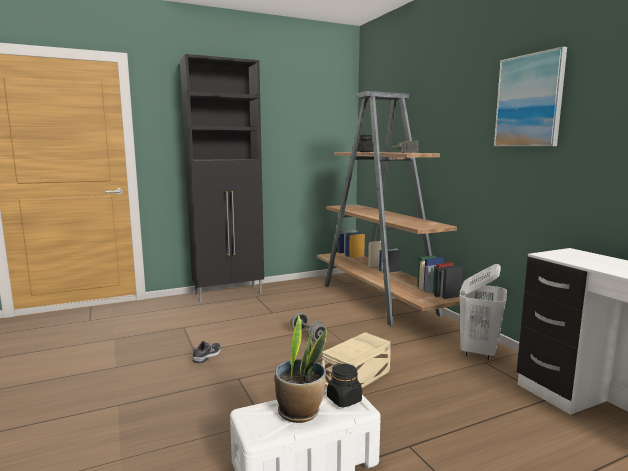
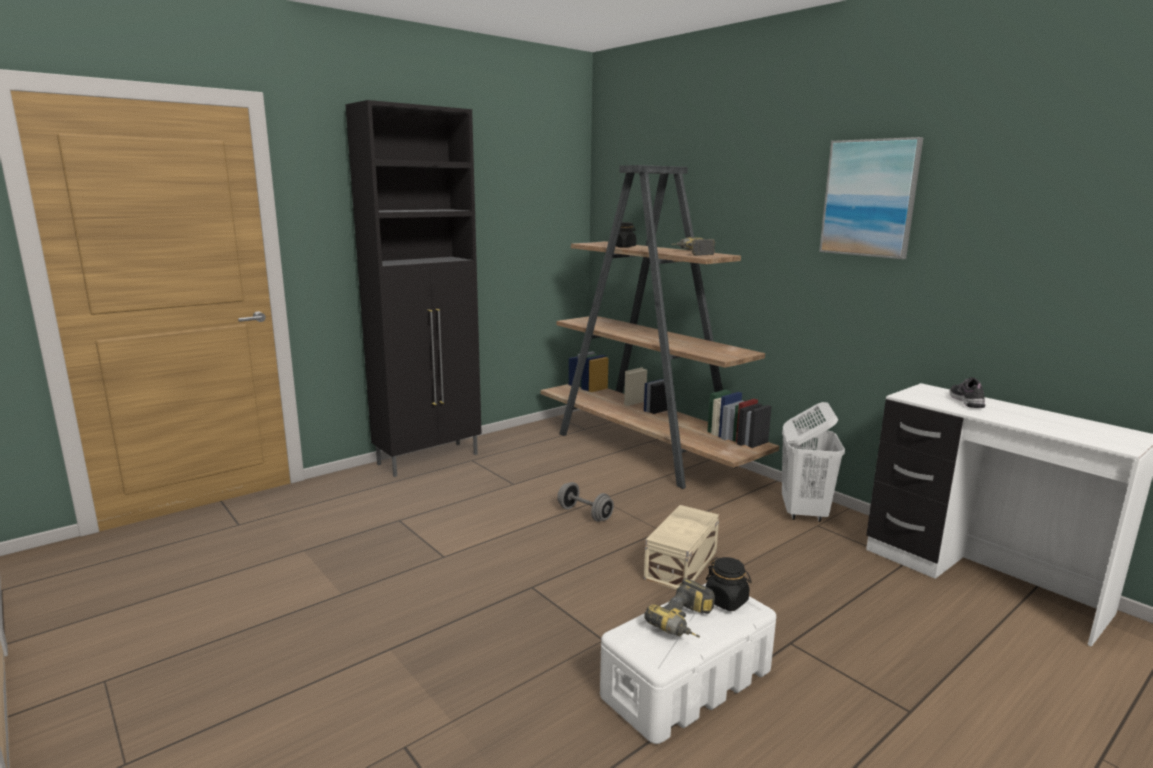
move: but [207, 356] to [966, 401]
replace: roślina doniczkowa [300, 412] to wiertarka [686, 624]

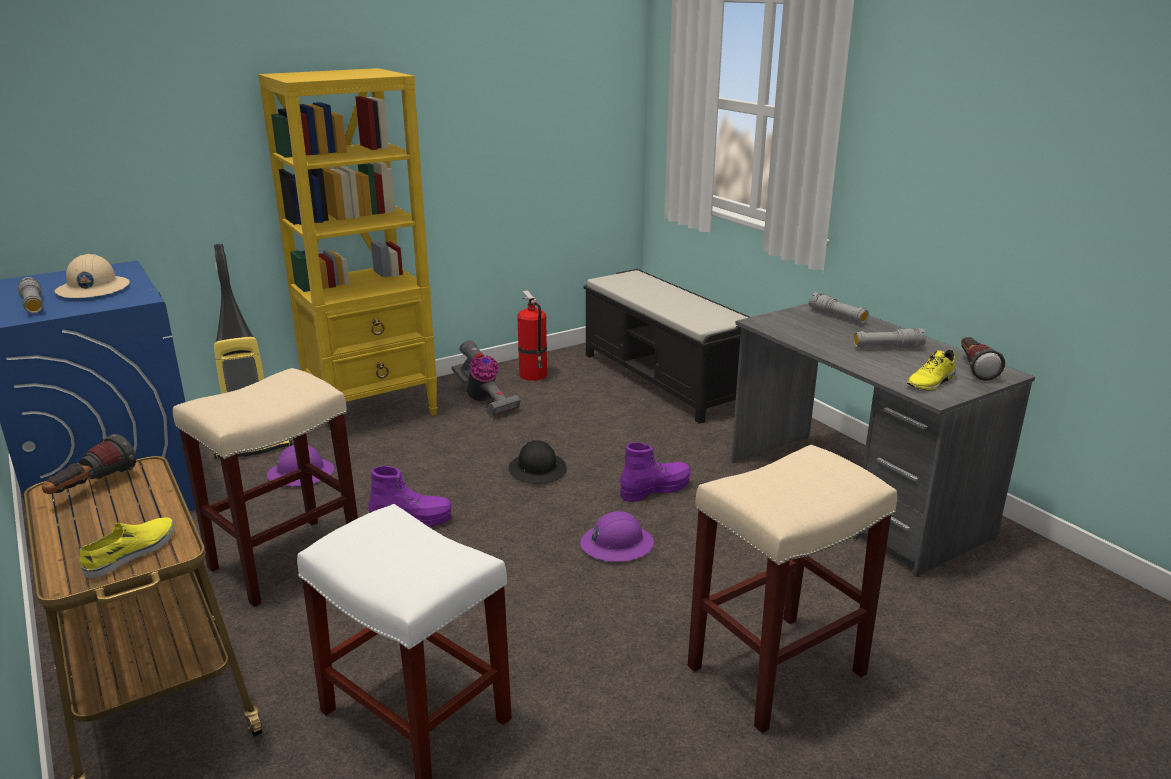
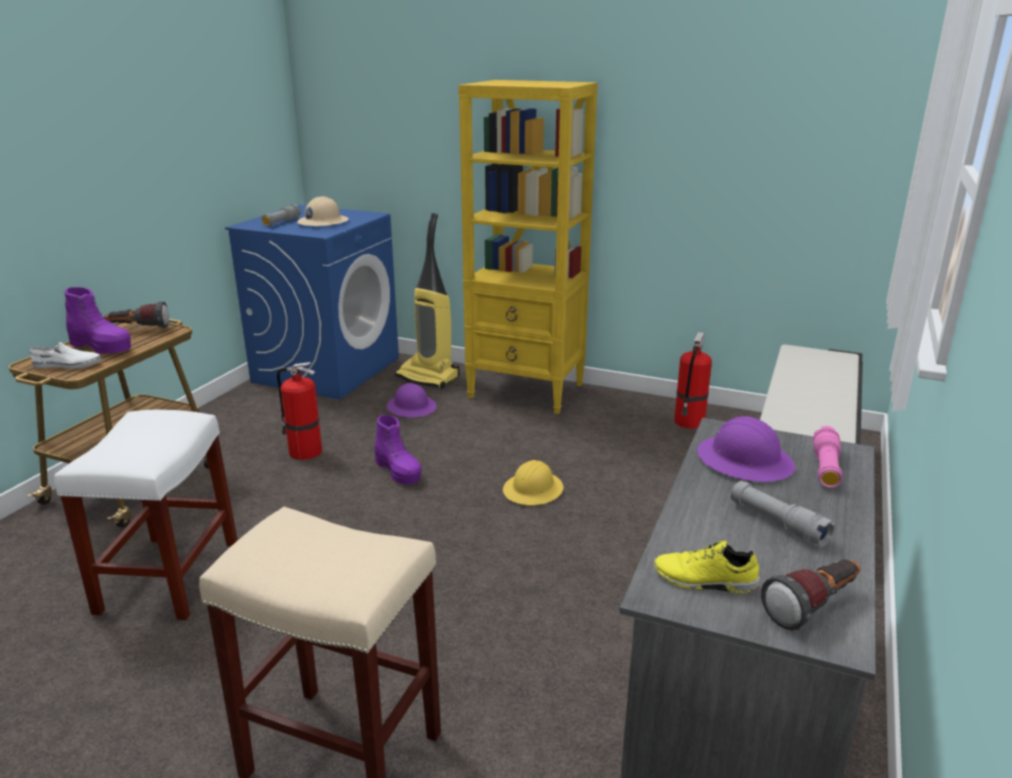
delete: odkurzacz [484, 400]
move: but z cholewką (fioletowy) [655, 489] to [102, 346]; kask (fioletowy) [616, 544] to [744, 461]
replace: stołek (beżowy) [284, 561] to gaśnica [303, 451]
recolor: but (żółty) [132, 552] to but (biały) [67, 364]; kask (czarny) [538, 470] to kask (żółty) [533, 490]; latarka (szary) [837, 316] to latarka (różowy) [826, 467]

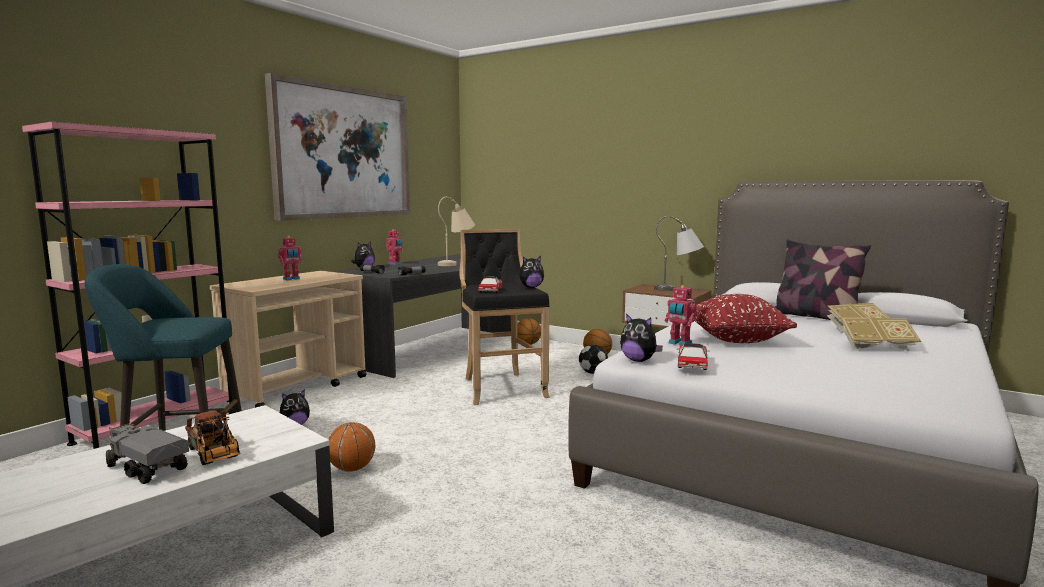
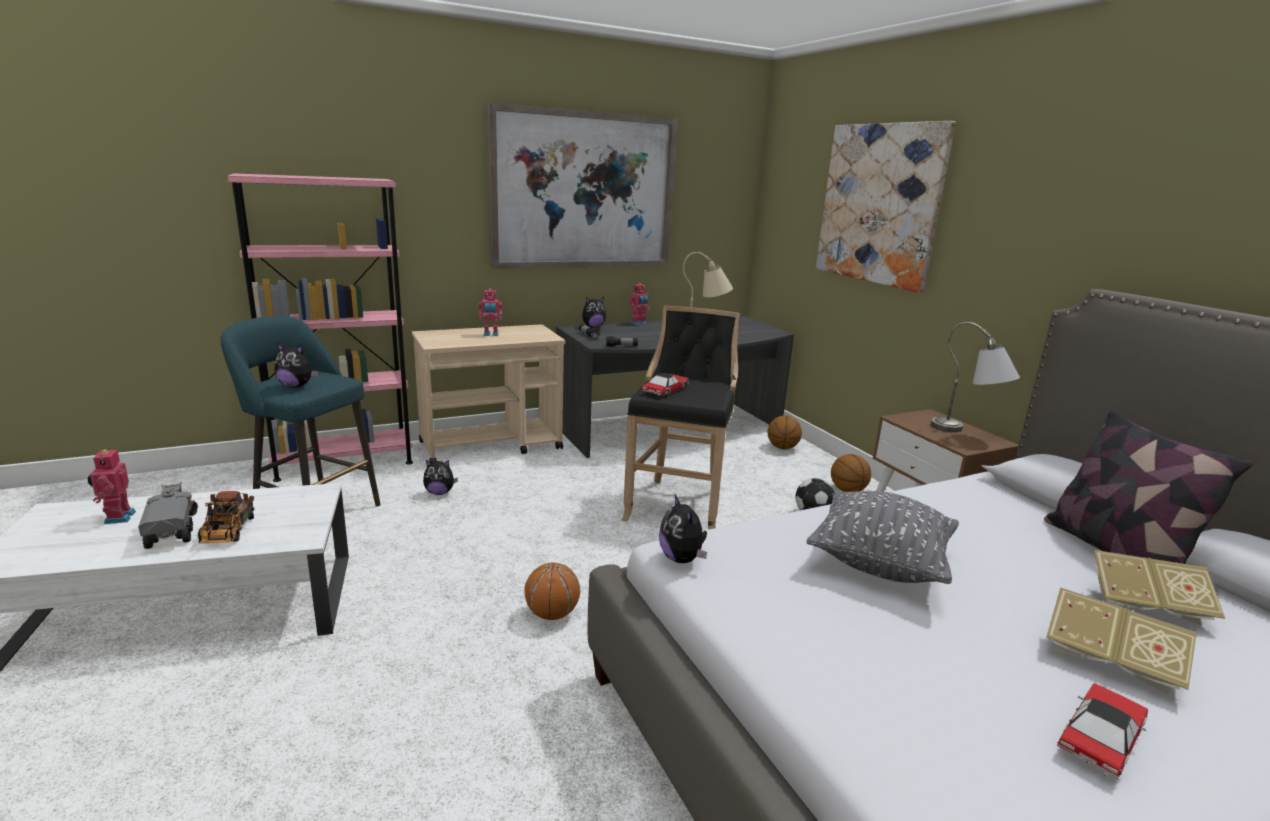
insert: obraz [879, 204]
move: robot zabawkowy [679, 343] to [117, 517]; pluszak [531, 287] to [296, 386]; piłka do koszykówki [352, 469] to [552, 614]; samochodzik [692, 363] to [1100, 738]
recolor: poduszka (czerwony) [735, 340] to poduszka (szary) [879, 563]

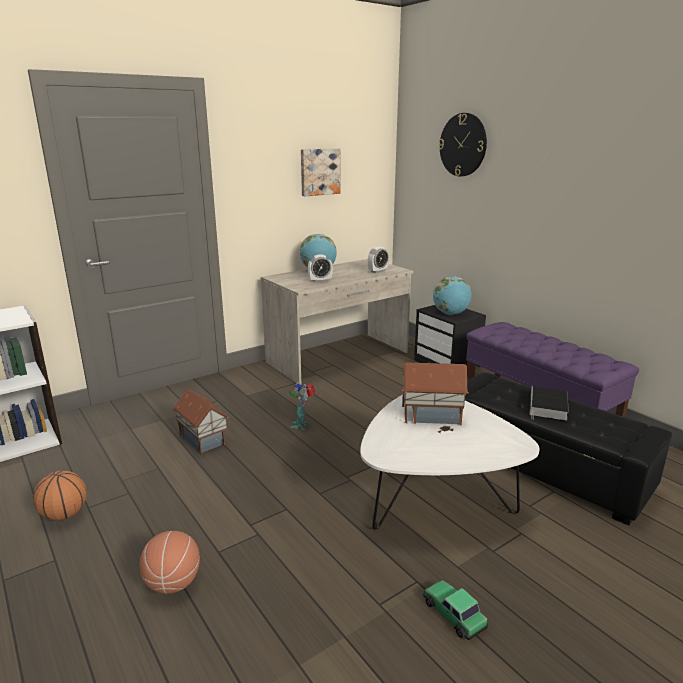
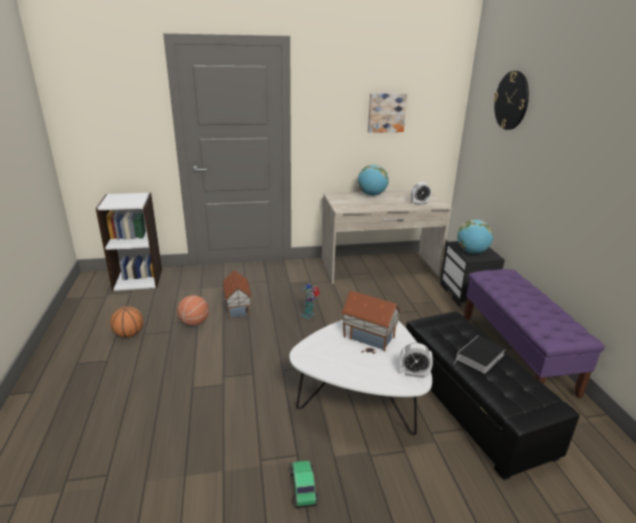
move: piłka do koszykówki [173, 583] to [194, 322]; budzik [320, 281] to [414, 373]

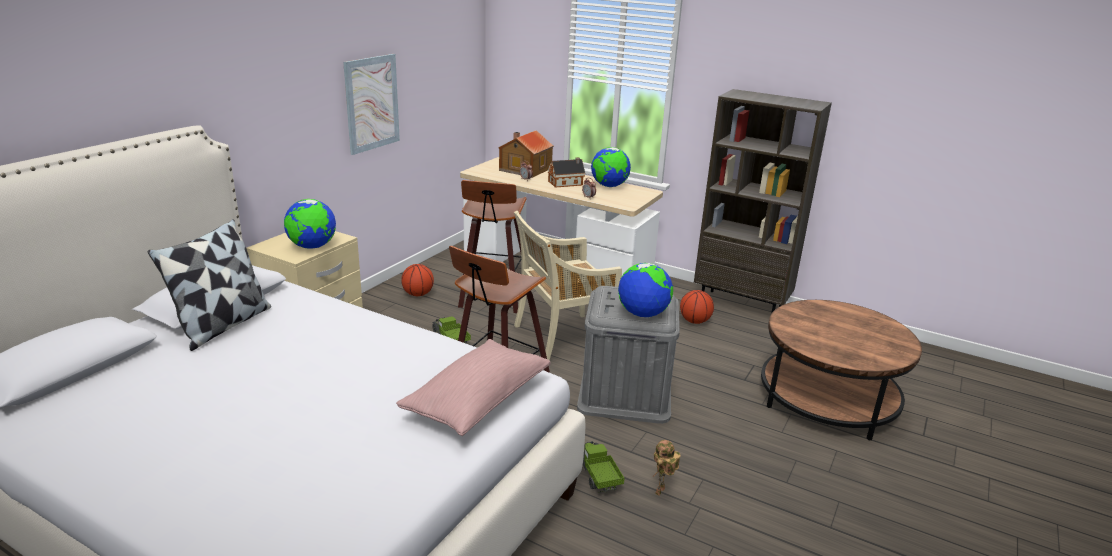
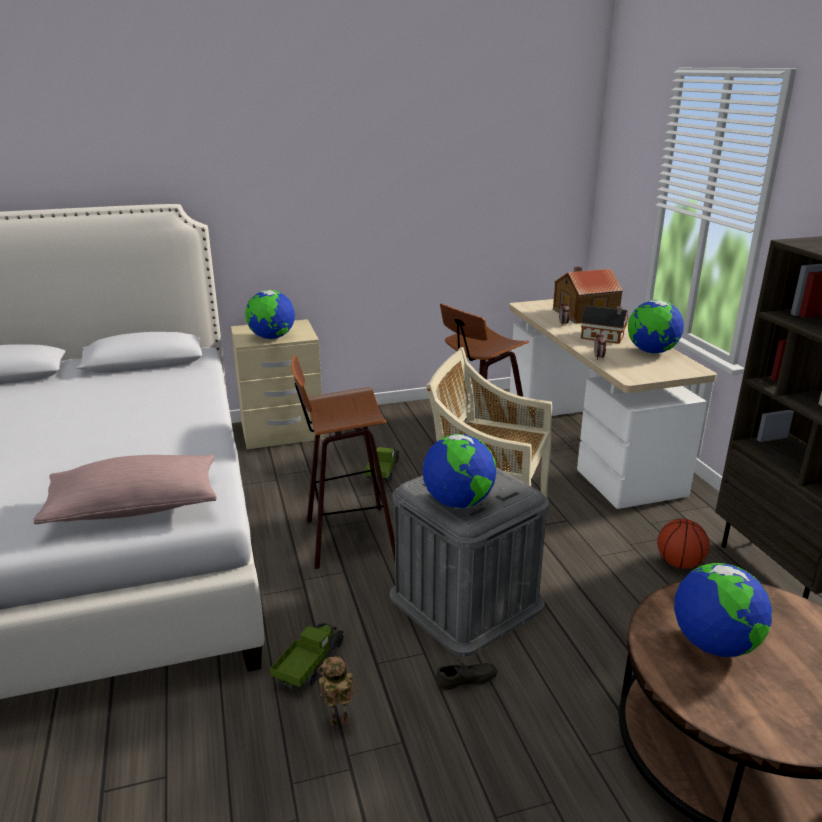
delete: poduszka [223, 325]; obraz [372, 103]; piłka do koszykówki [418, 294]
insert: but (szary) [467, 682]; globus [714, 644]

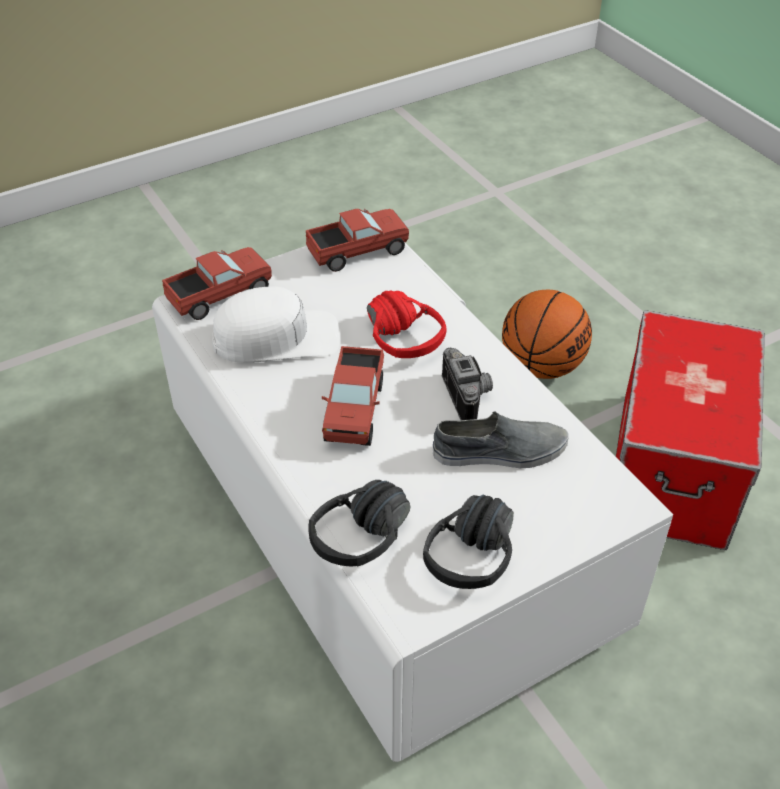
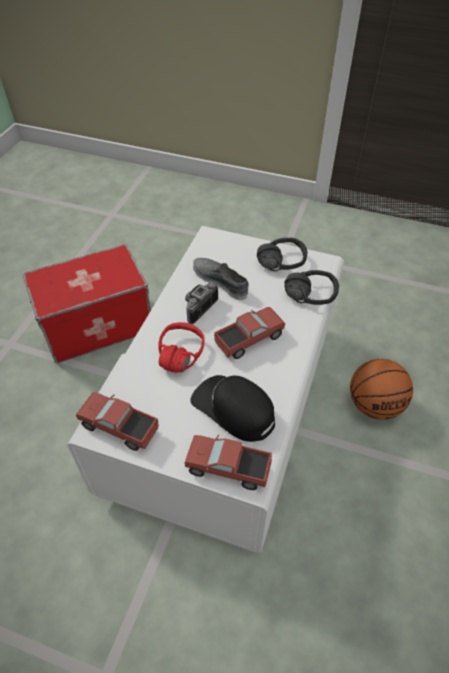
move: piłka do koszykówki [541, 366] to [374, 405]
recolor: czapka z daszkiem (biały) [276, 338] to czapka z daszkiem (czarny) [233, 409]

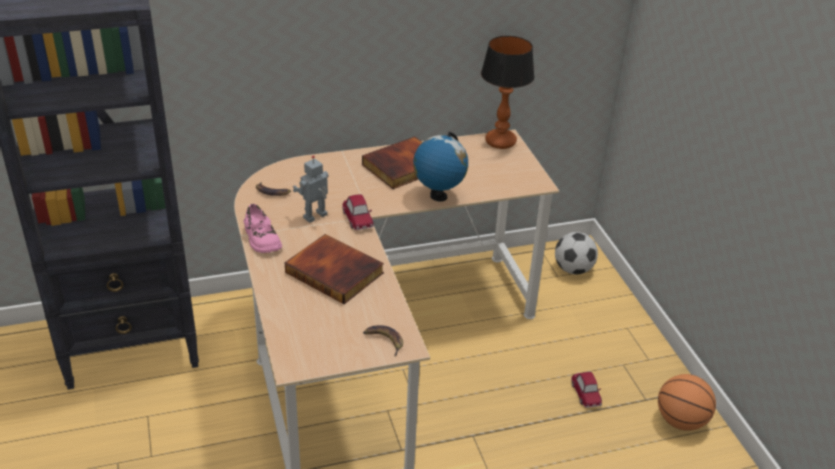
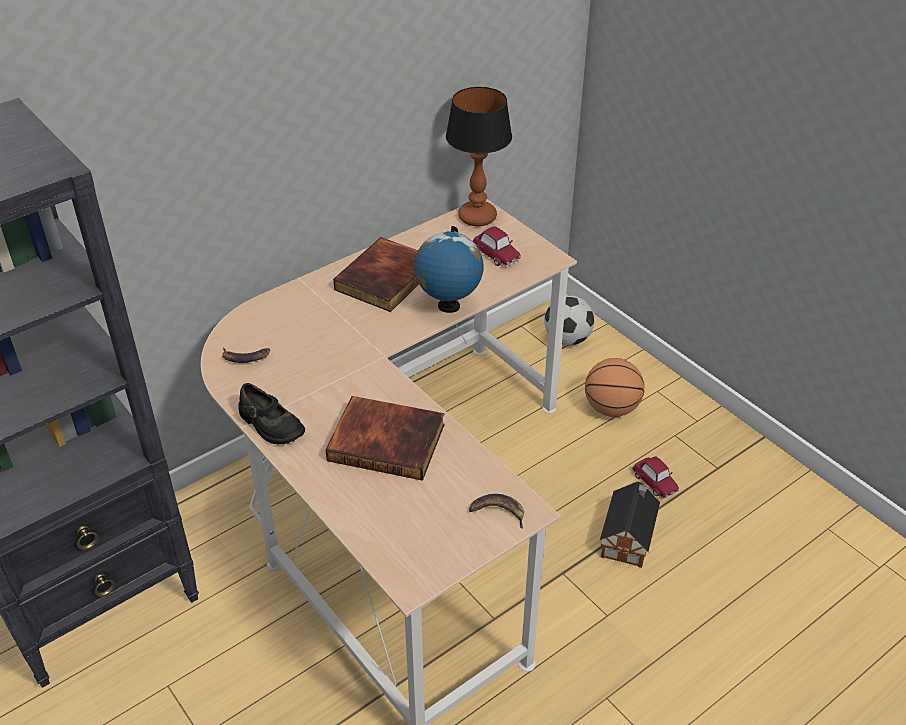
delete: robot zabawkowy [316, 217]
insert: domek [628, 536]
move: samochodzik [358, 219] to [496, 254]; piłka do koszykówki [681, 421] to [611, 408]
recolor: but (różowy) [261, 239] to but (czarny) [270, 425]

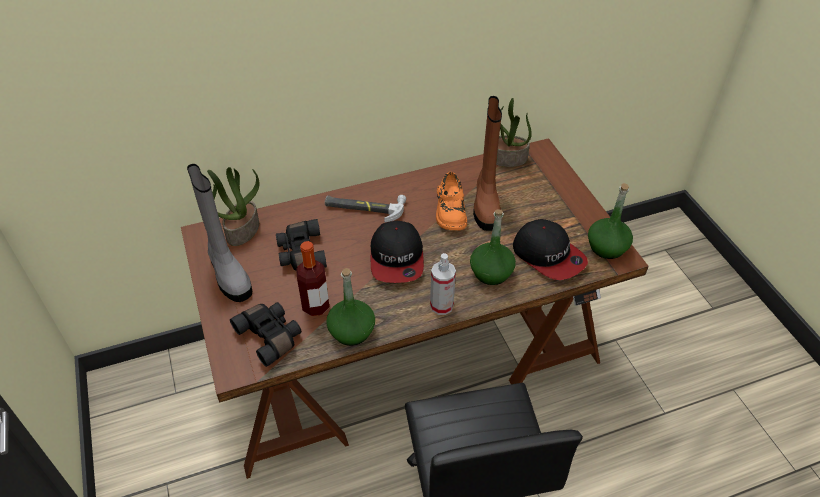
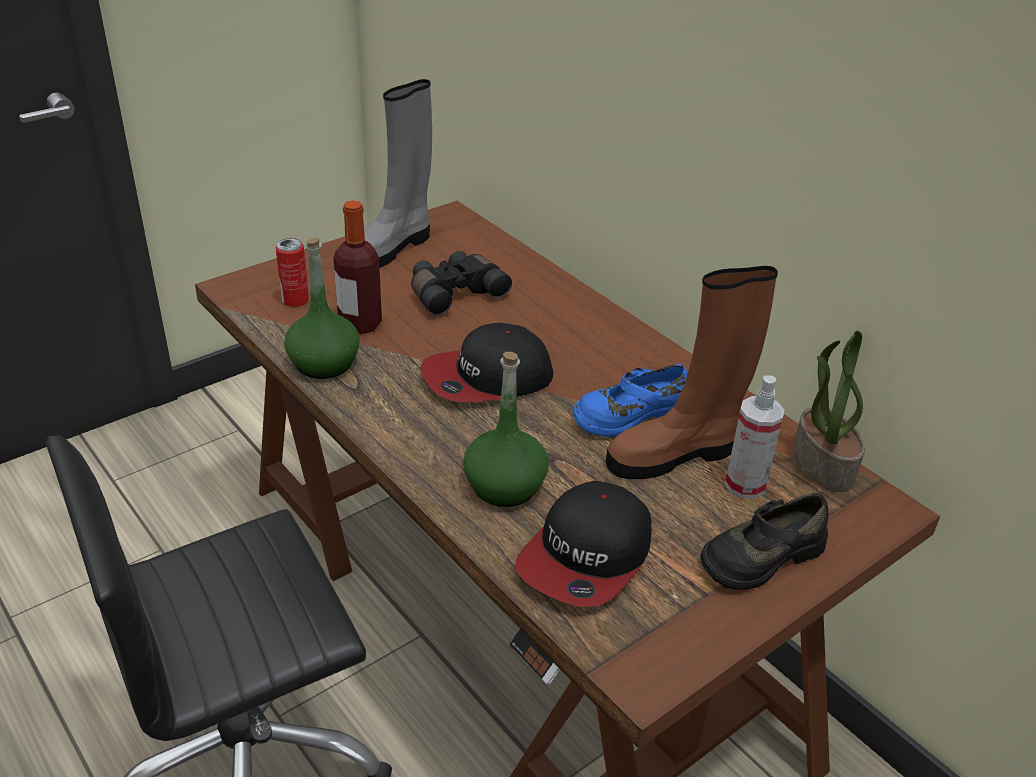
delete: roślina doniczkowa [242, 230]; młotek [364, 207]; butelka (zielony) [607, 247]
insert: but (czarny) [761, 556]
move: spryskiwacz [441, 306] to [745, 484]
replace: lornetka (czarny) [271, 336] to puszka [295, 301]
recolor: but (pomarańczowy) [450, 211] to but (niebieski) [629, 415]

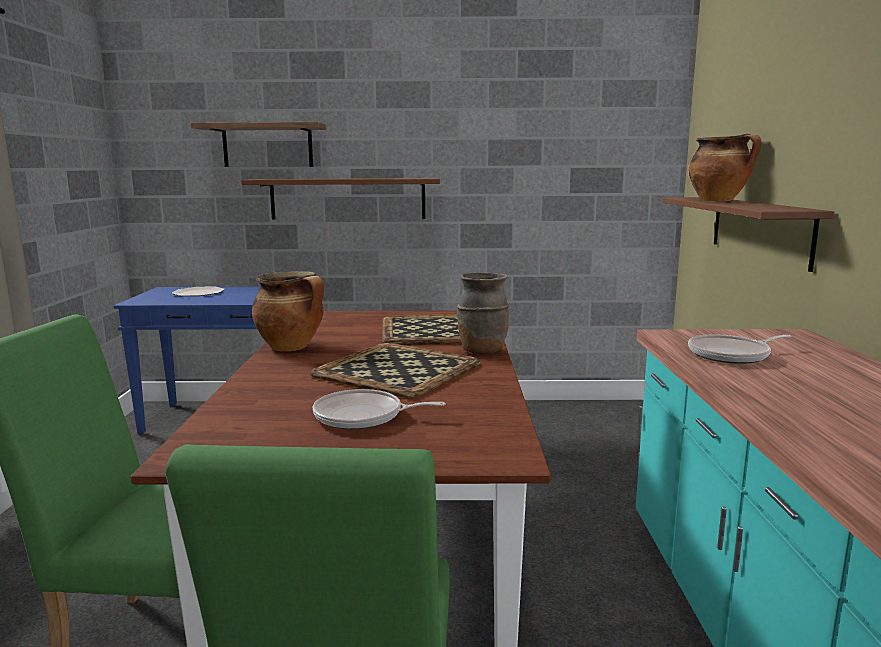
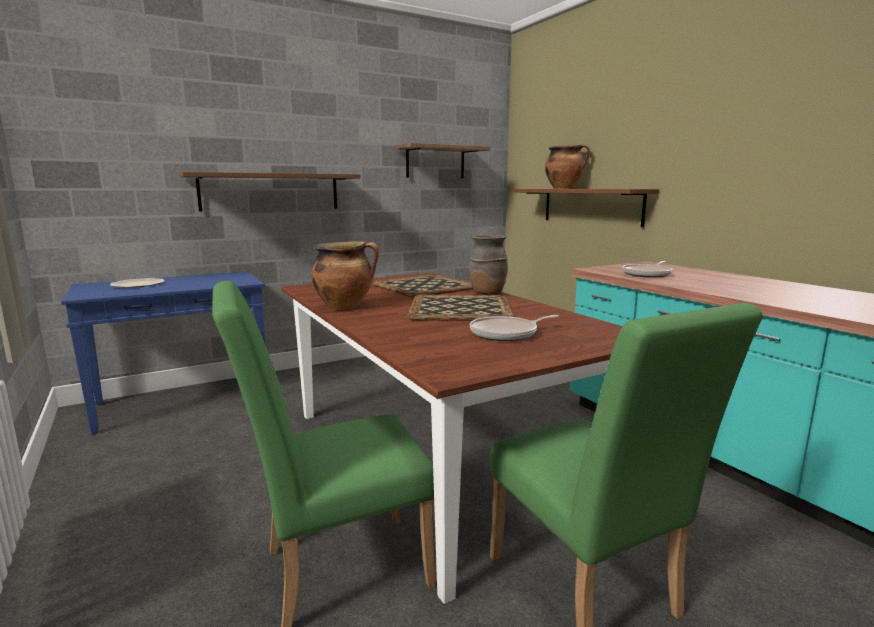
move: półka [267, 146] to [435, 162]

